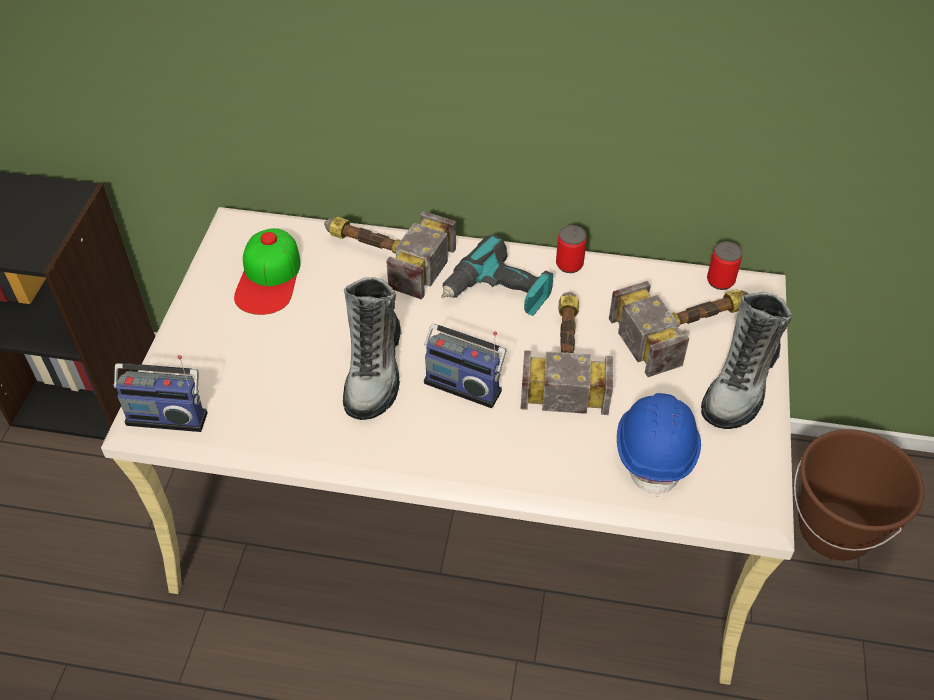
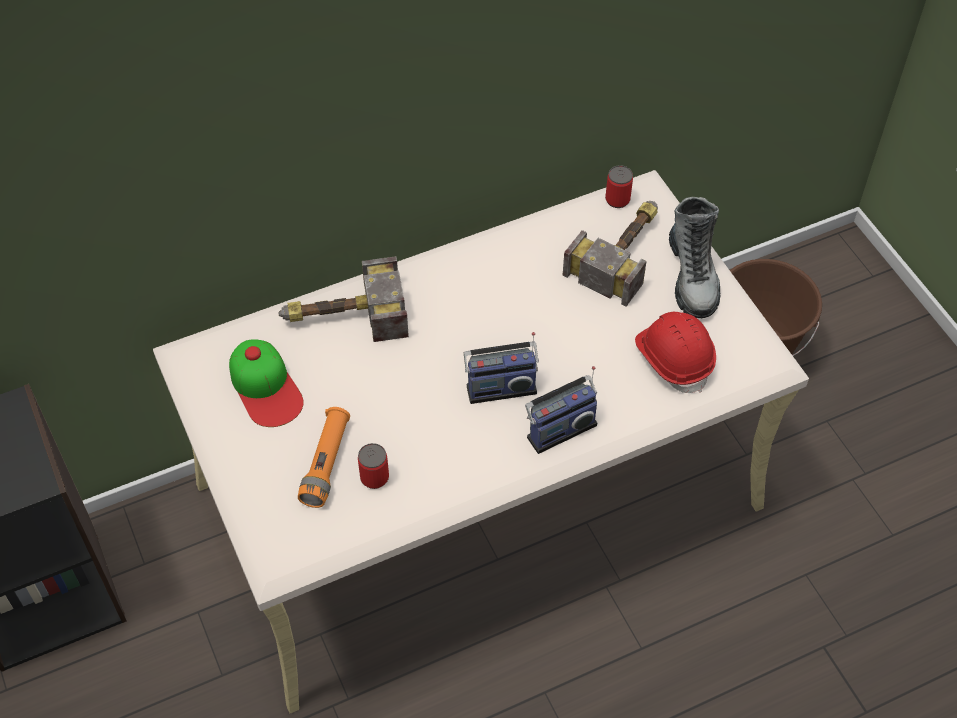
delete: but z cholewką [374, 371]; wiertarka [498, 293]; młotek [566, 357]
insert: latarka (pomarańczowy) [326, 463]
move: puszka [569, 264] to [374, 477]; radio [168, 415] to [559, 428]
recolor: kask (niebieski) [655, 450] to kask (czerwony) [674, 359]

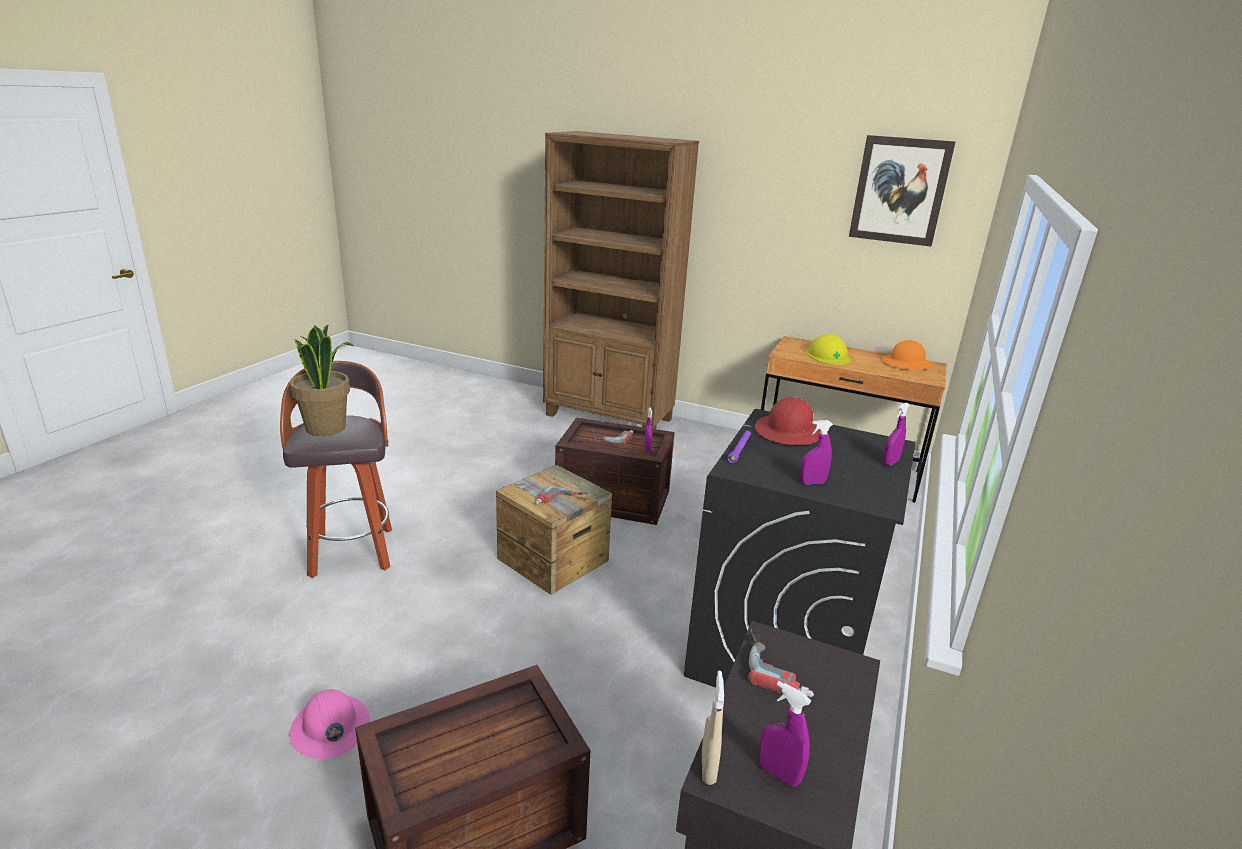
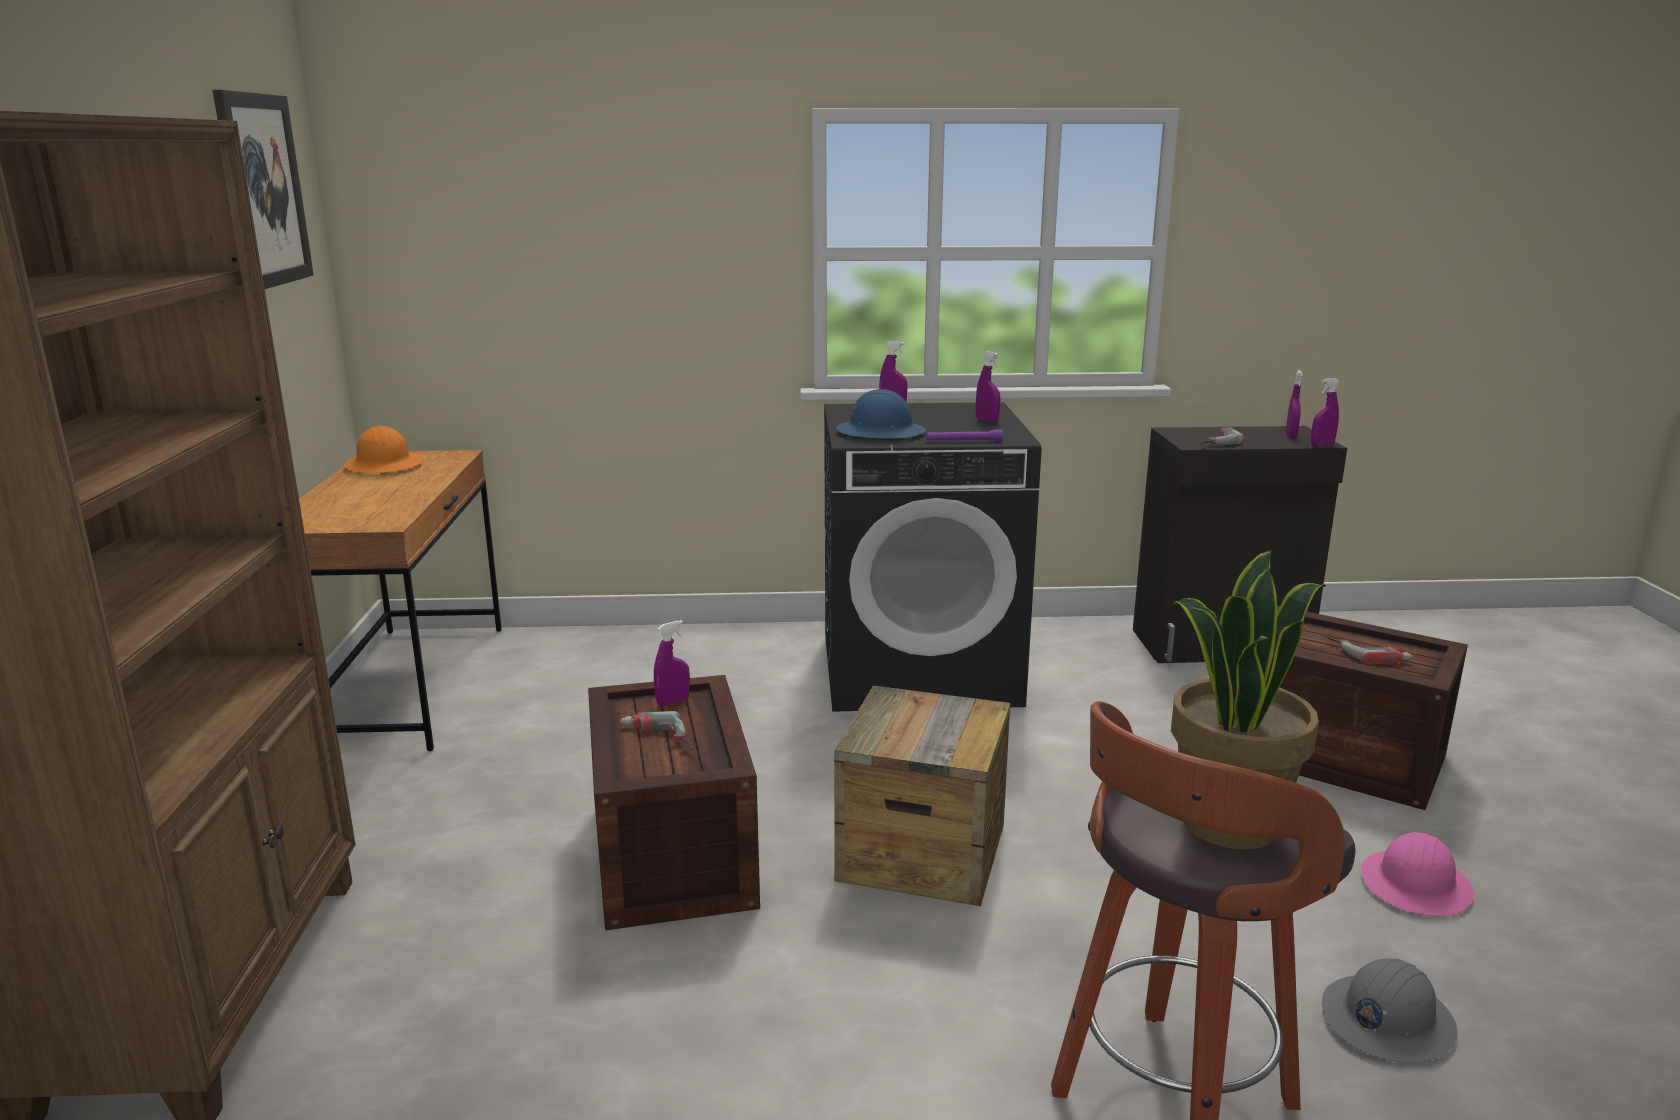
delete: kask (żółty) [828, 356]
insert: kask (szary) [1386, 1020]
move: wiertarka [560, 501] to [1367, 652]
recolor: kask (czerwony) [789, 432] to kask (niebieski) [880, 432]; spryskiwacz (beżowy) [708, 768] to spryskiwacz (fioletowy) [1322, 445]

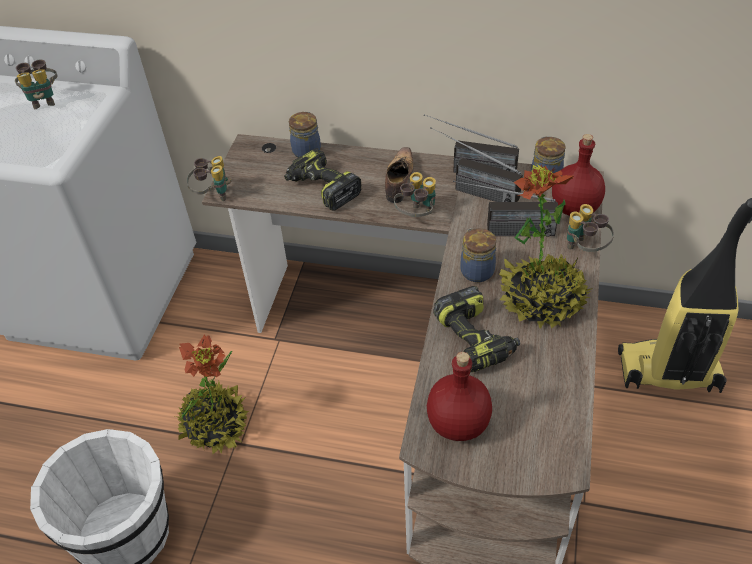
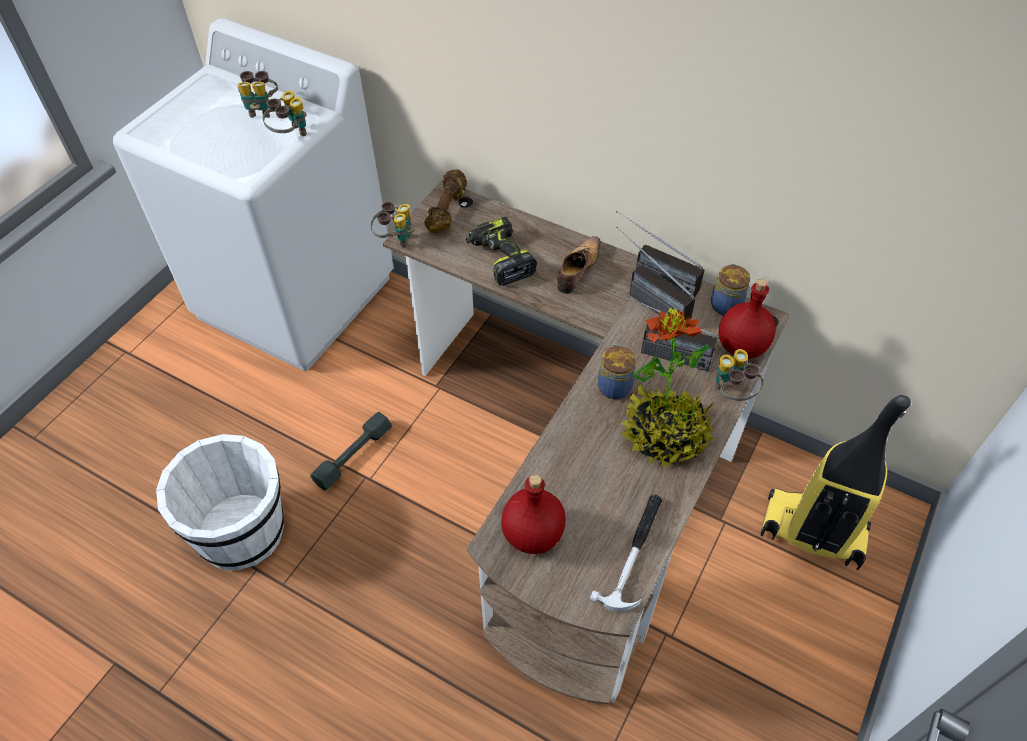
delete: słoik [307, 150]; wiertarka [476, 339]
insert: hantel (brązowy) [447, 211]; młotek [635, 553]
move: lornetka [417, 216] to [290, 135]
replace: roślina doniczkowa [215, 426] to hantel (szary) [353, 455]

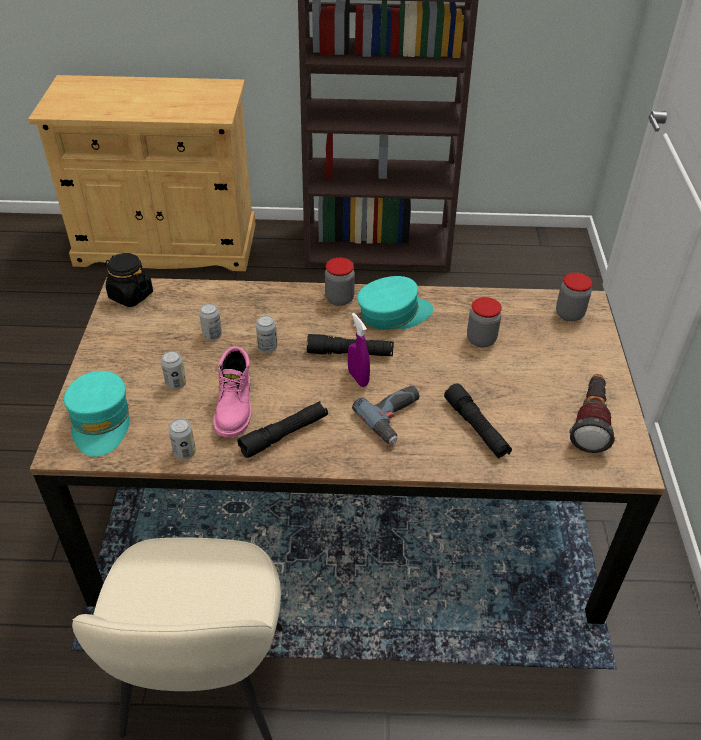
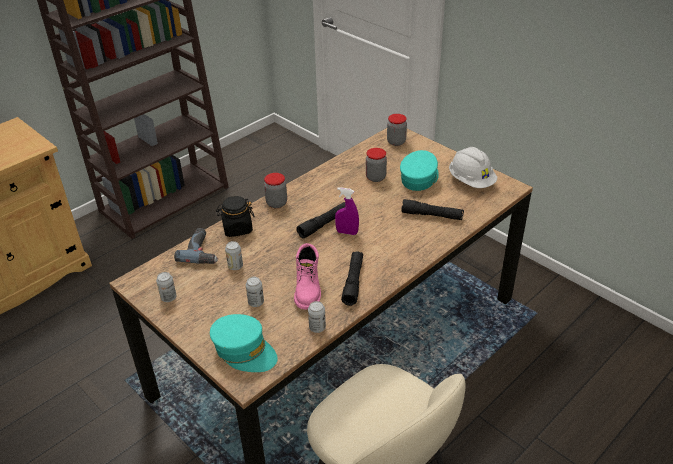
move: puszka [267, 348] to [168, 298]; wiertarka [395, 418] to [202, 251]; słoik (czarny) [130, 295] to [237, 228]; czapka z daszkiem (turkusowy) [394, 314] to [419, 178]
replace: latarka [590, 422] to kask (biały) [471, 181]
rotate: but z cholewką (różowy) [235, 408] = [308, 289] 45 degrees clockwise

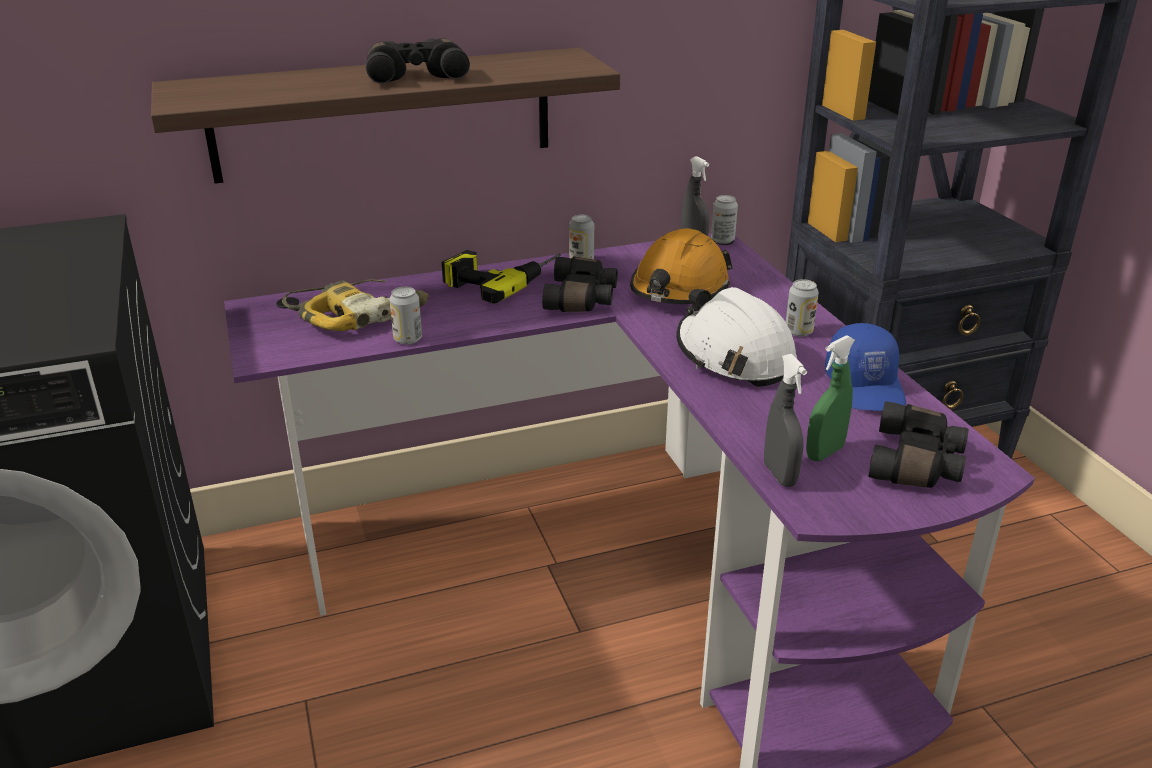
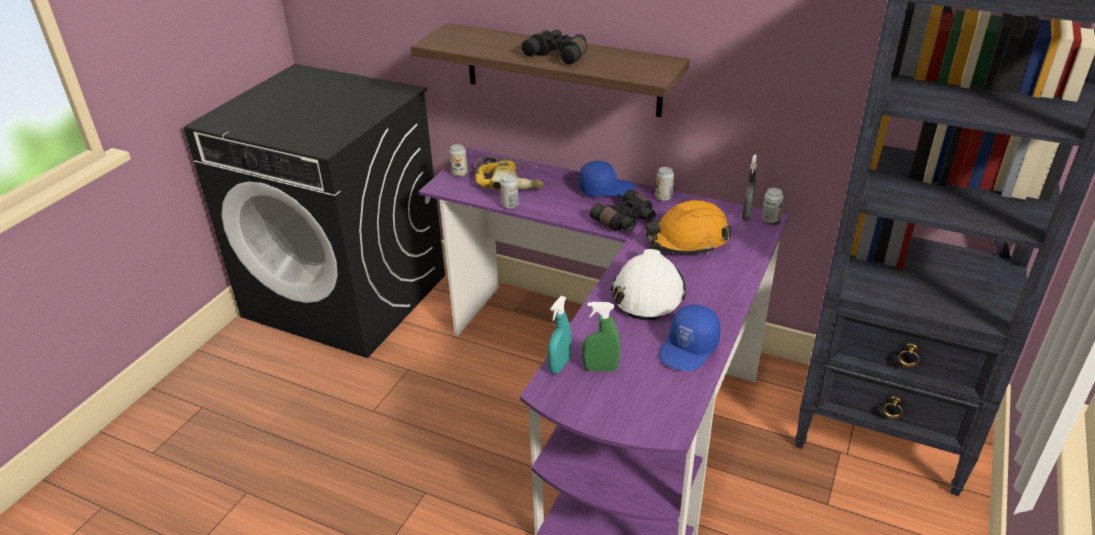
delete: lornetka (czarny) [917, 463]
move: puszka [798, 331] to [459, 173]
replace: wiertarka [501, 277] to czapka z daszkiem (niebieski) [605, 189]
recolor: spryskiwacz (szary) [779, 475] to spryskiwacz (turkusowy) [559, 365]

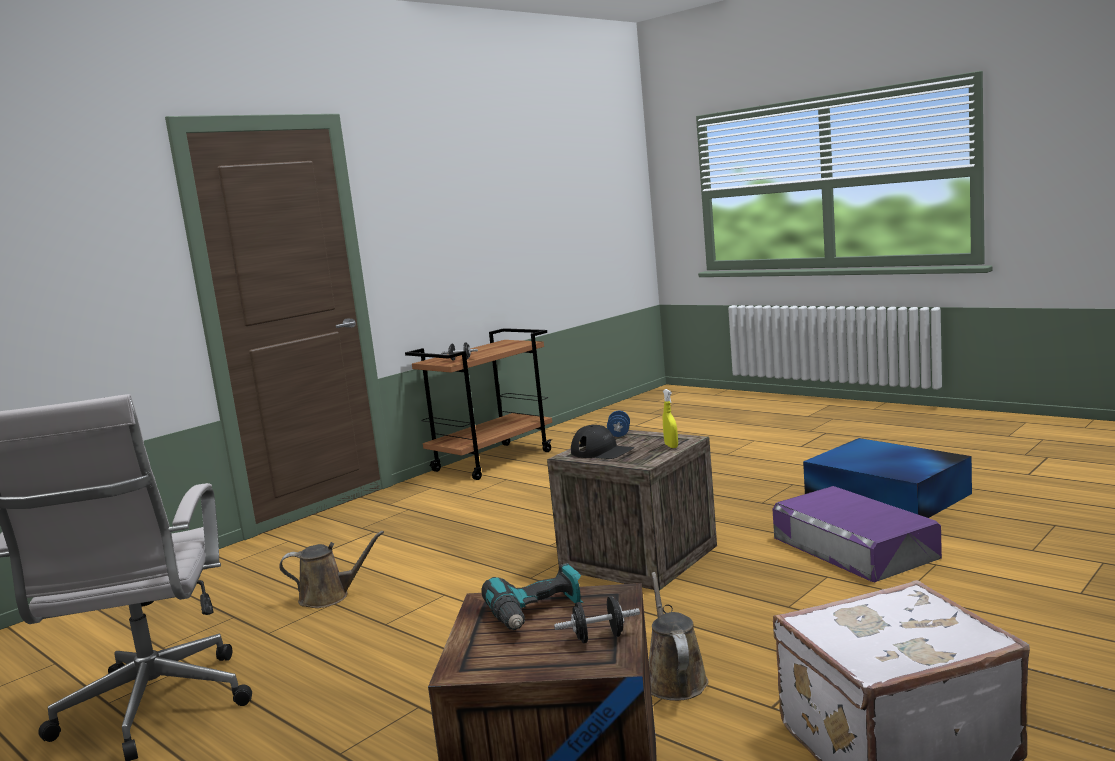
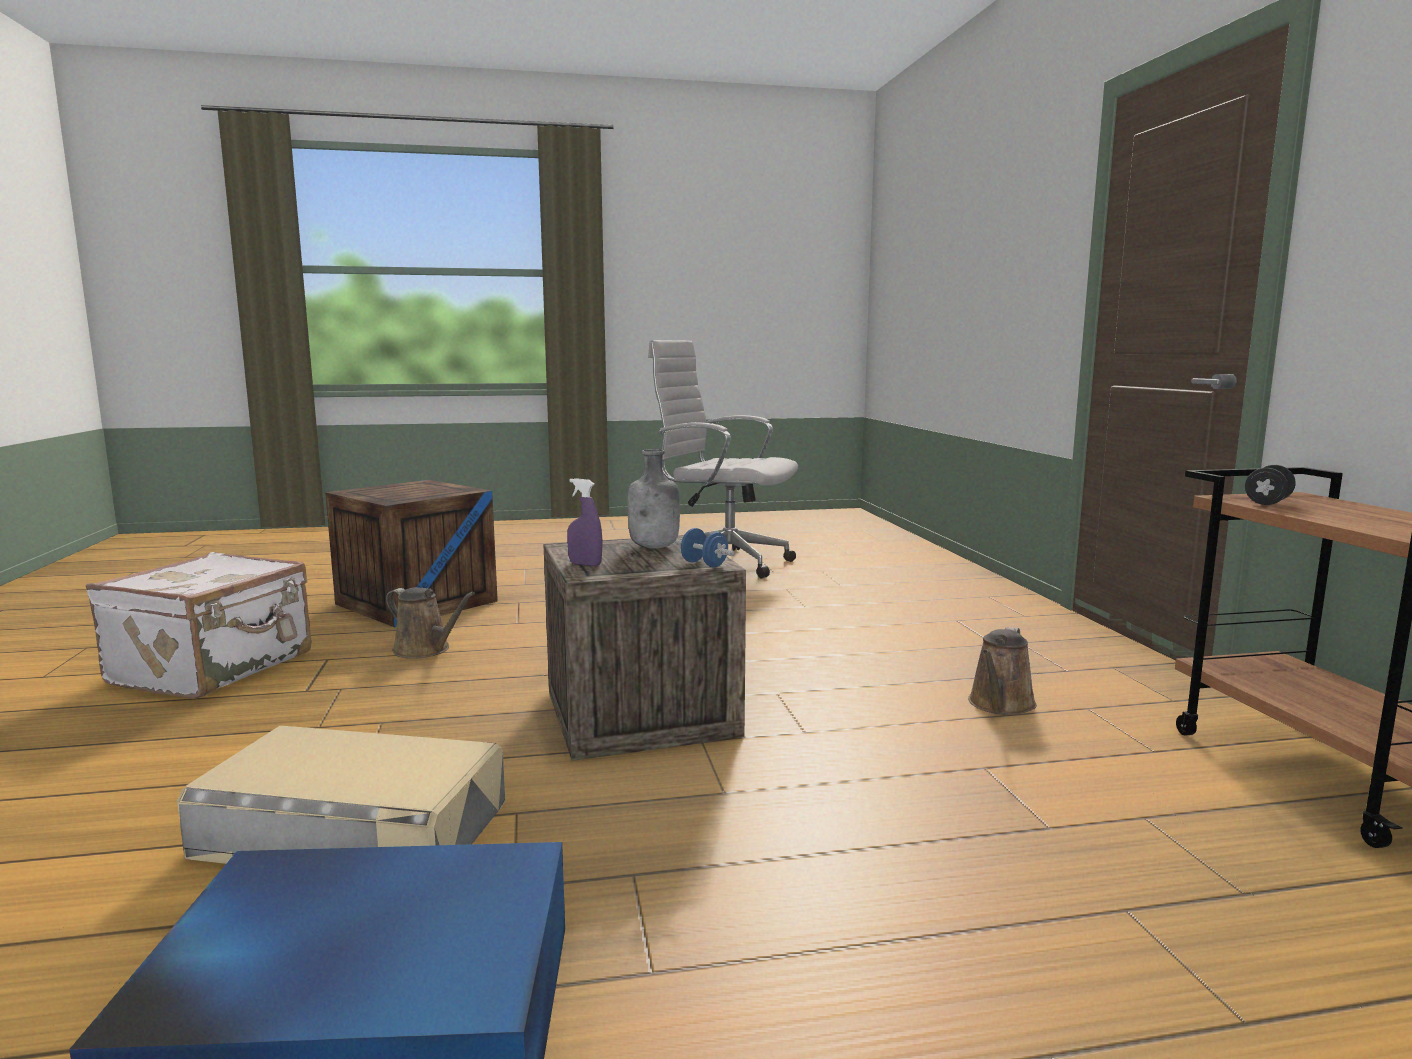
delete: wiertarka [537, 612]; hantel (czarny) [599, 638]
move: konewka (brązowy) [329, 597] to [1000, 705]
replace: czapka z daszkiem (czarny) [602, 452] to butelka (szary) [655, 547]
recolor: pojemnik do przechowywania (fioletowy) [854, 547] to pojemnik do przechowywania (beżowy) [353, 829]; spryskiwacz (żółty) [671, 446] to spryskiwacz (fioletowy) [585, 564]

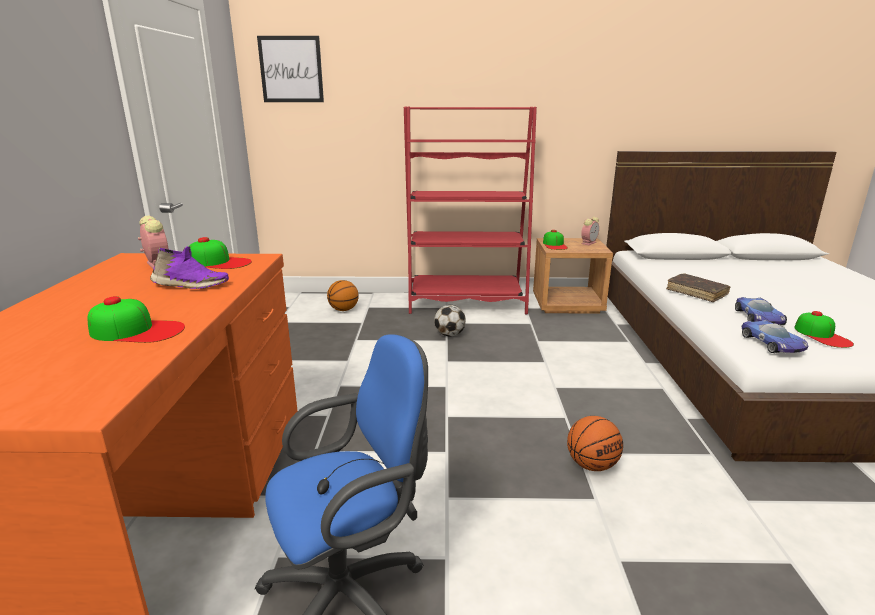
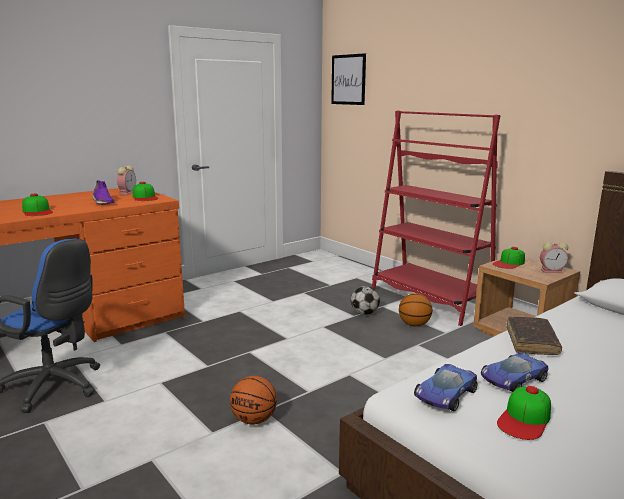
move: piłka do koszykówki [343, 310] to [414, 324]

